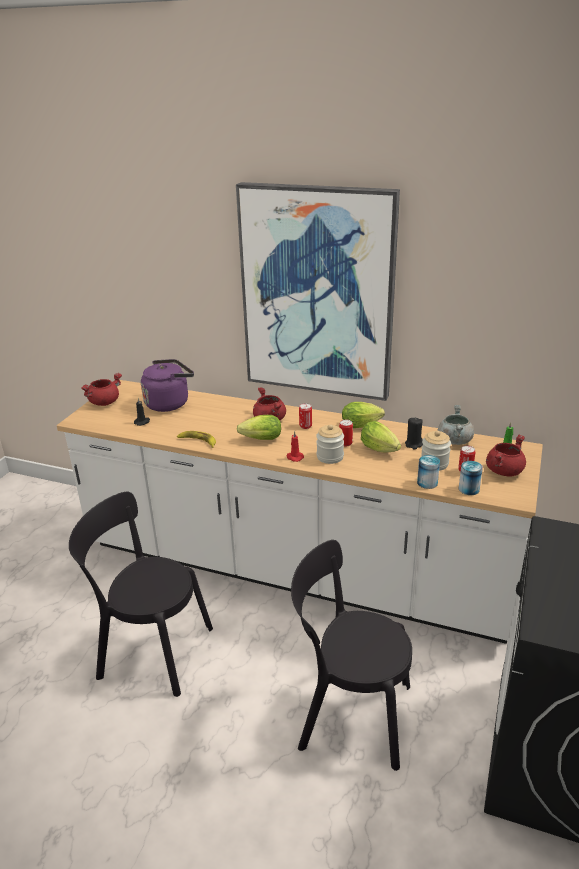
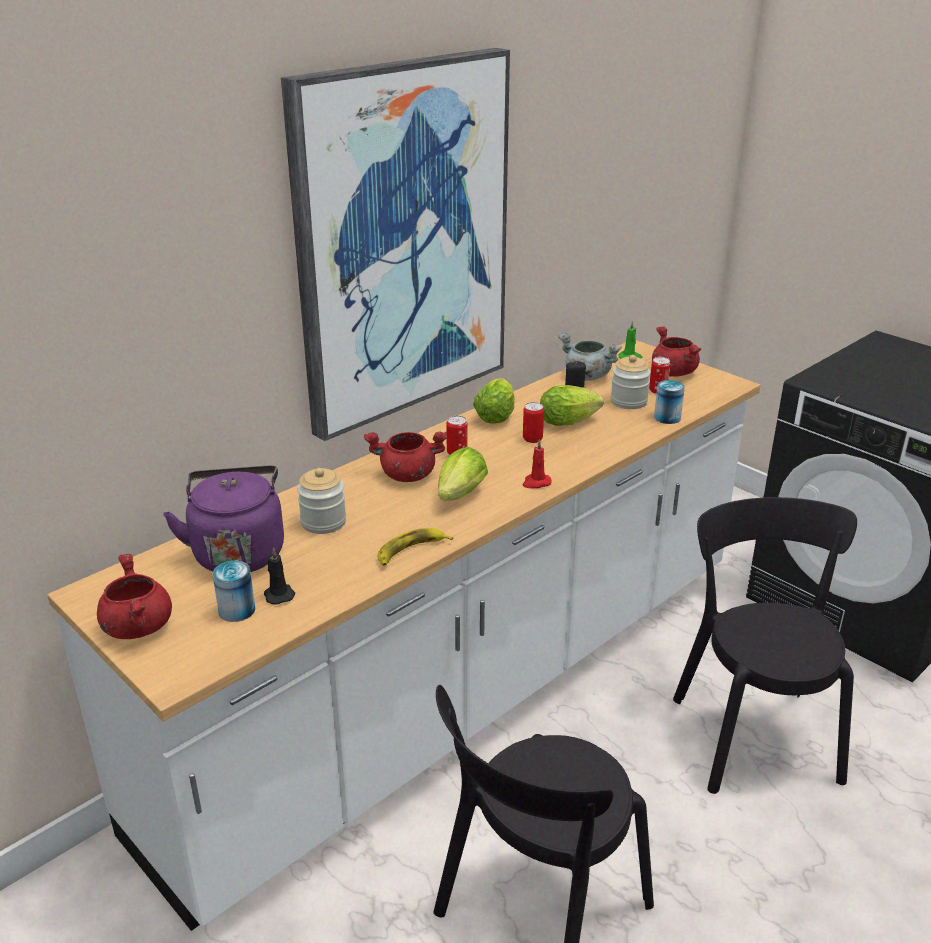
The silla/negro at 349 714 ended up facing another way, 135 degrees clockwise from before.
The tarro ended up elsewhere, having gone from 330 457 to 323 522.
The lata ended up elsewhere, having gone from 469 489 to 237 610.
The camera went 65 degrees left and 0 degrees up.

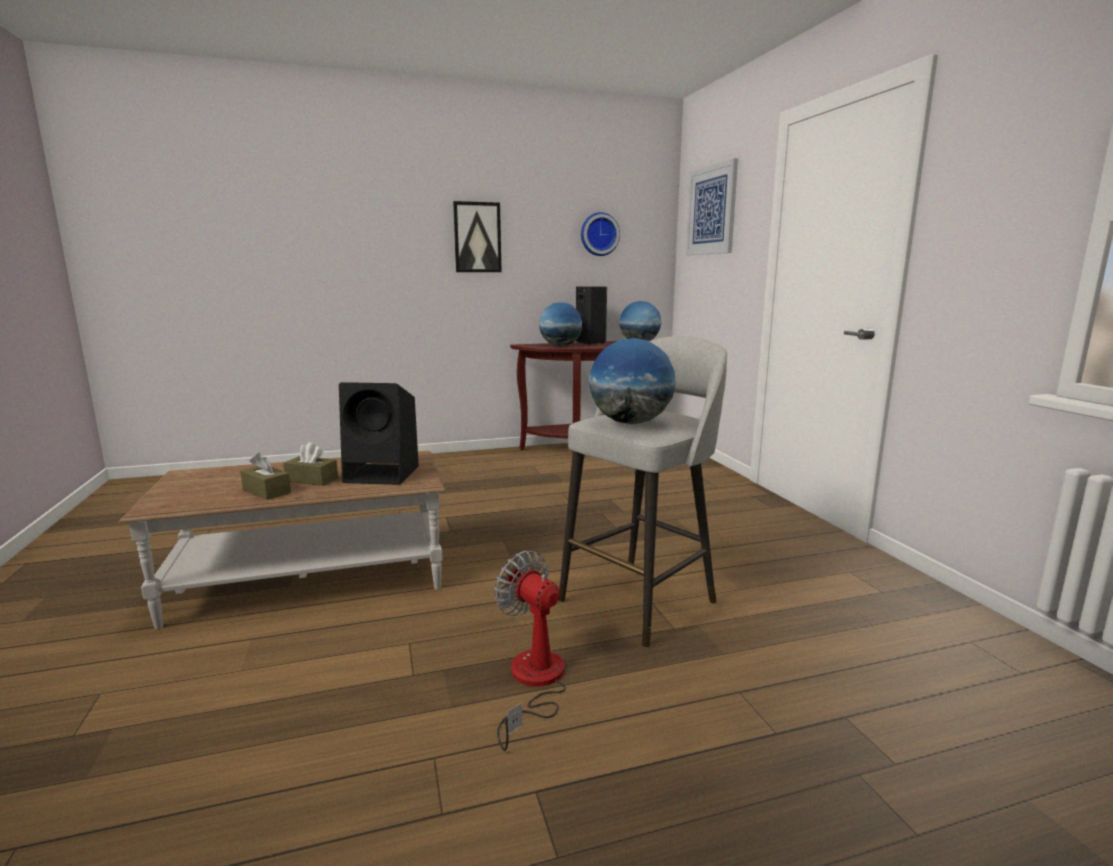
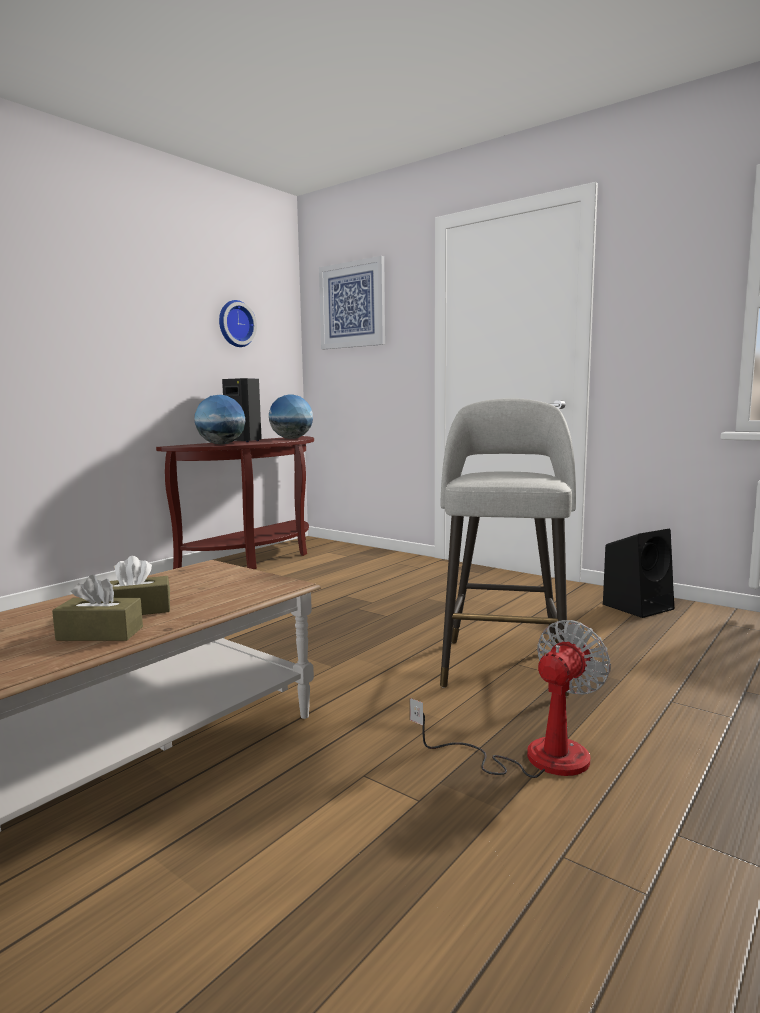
The altavoz/negro ended up elsewhere, having gone from 384 474 to 638 606.
The second view lost the cuadro at 477 237.
The ventilador at 533 682 ended up facing another way, 120 degrees clockwise from before.
The second view lost the globo terráqueo at 631 423.
The camera went 35 degrees left and 5 degrees down.

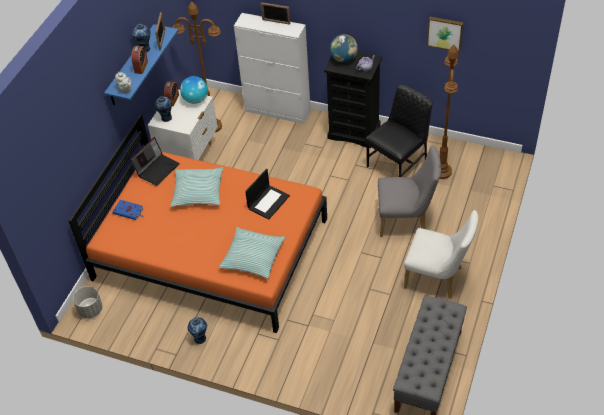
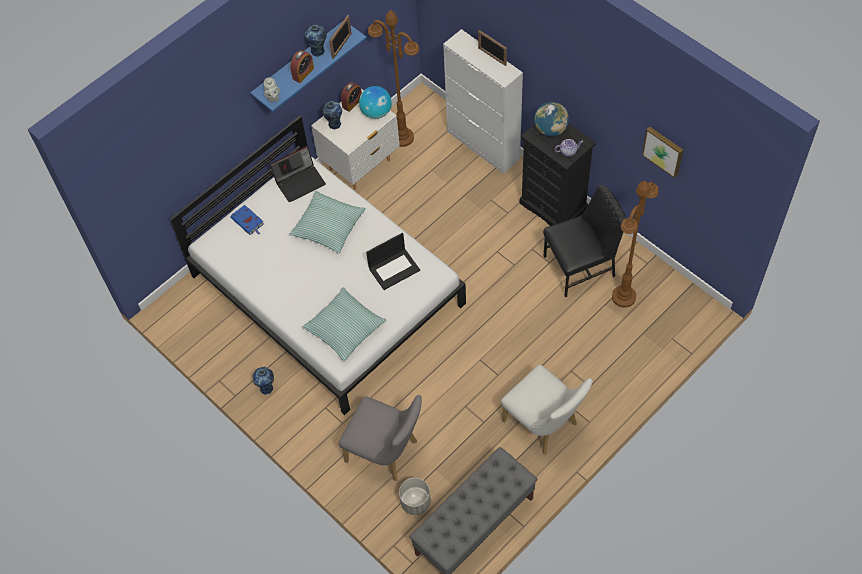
What was the cama/naranja at 211 248 turned into the cama/blanco at 327 288.
The maceta/gris ended up elsewhere, having gone from 90 310 to 415 502.
The silla/gris ended up elsewhere, having gone from 406 220 to 386 453.
The camera went 25 degrees right and 10 degrees up.

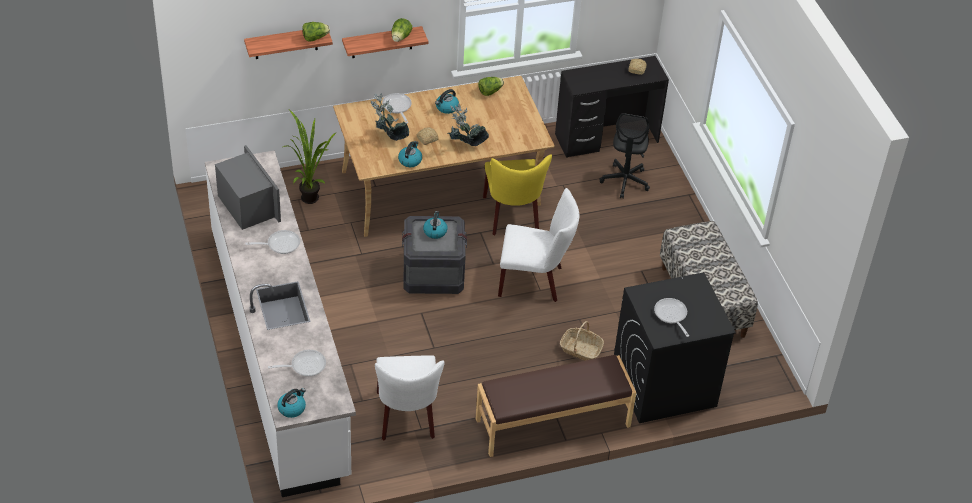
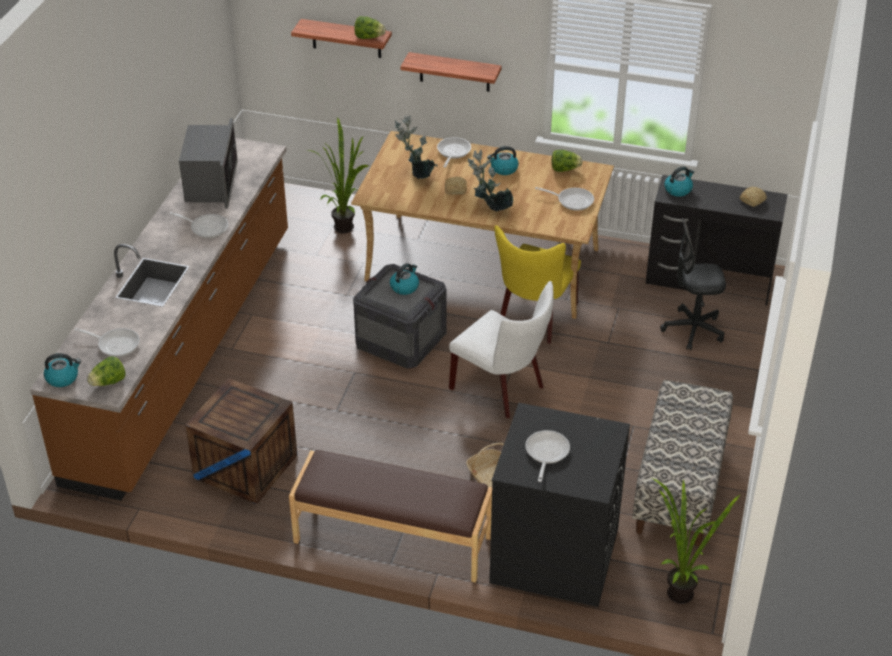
What was the mueble bajo de cocina/blanco at 279 351 turned into the mueble bajo de cocina/marrón at 185 351.
Where the silla/blanco stood at 407 418, the caja de embalaje came to stand at 246 466.
The lechuga ended up elsewhere, having gone from 400 38 to 109 382.
The hervidor ended up elsewhere, having gone from 410 160 to 678 189.
The silla de oficina/negro at 625 181 ended up facing another way, 45 degrees clockwise from before.
The second view gained the sartén at 572 200.
The second view gained the planta en maceta at 676 590.
The camera went 35 degrees right and 5 degrees down.

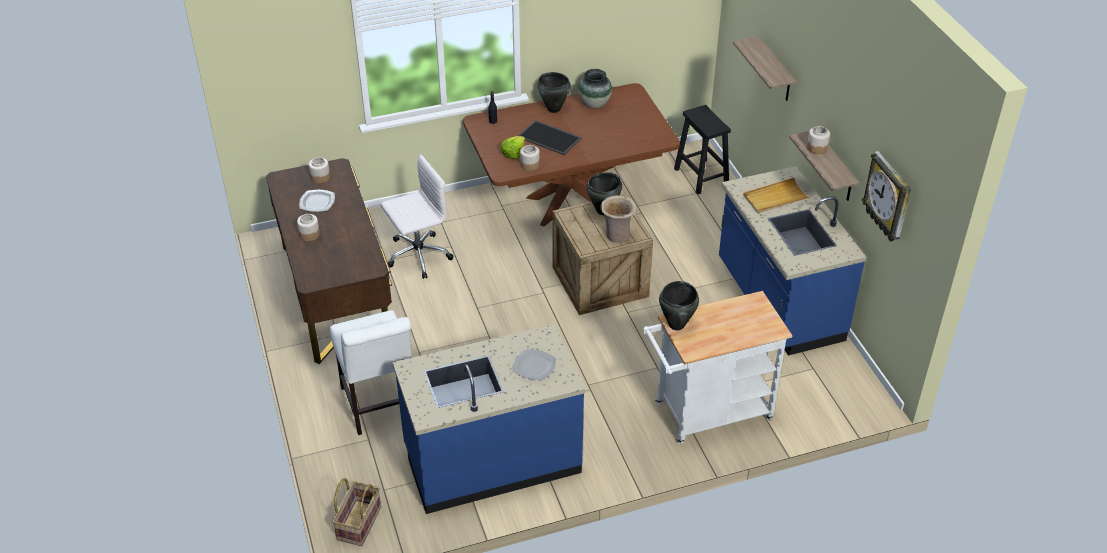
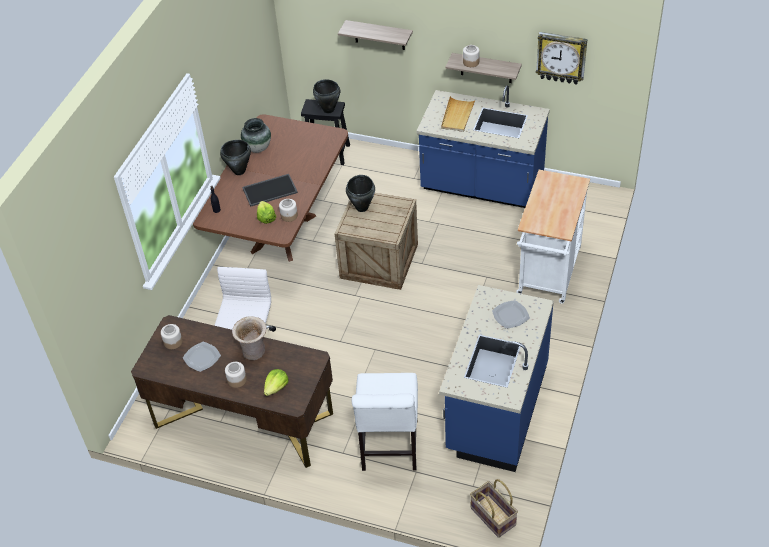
The silla/blanco at 380 406 ended up facing another way, 75 degrees clockwise from before.
The florero/beis ended up elsewhere, having gone from 617 236 to 254 352.
The olla/negro ended up elsewhere, having gone from 676 325 to 328 110.
The second view gained the lechuga at 276 387.
The camera went 50 degrees left and 5 degrees up.

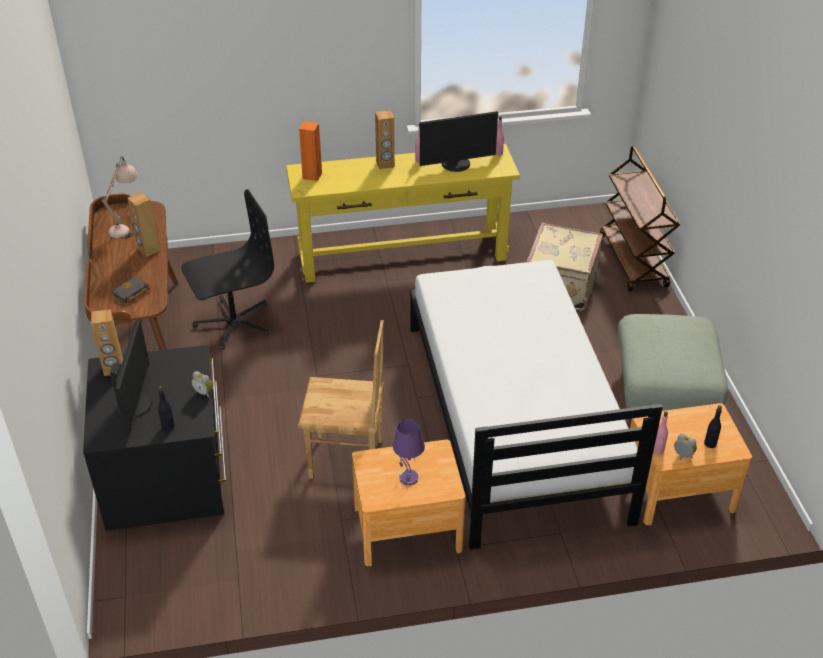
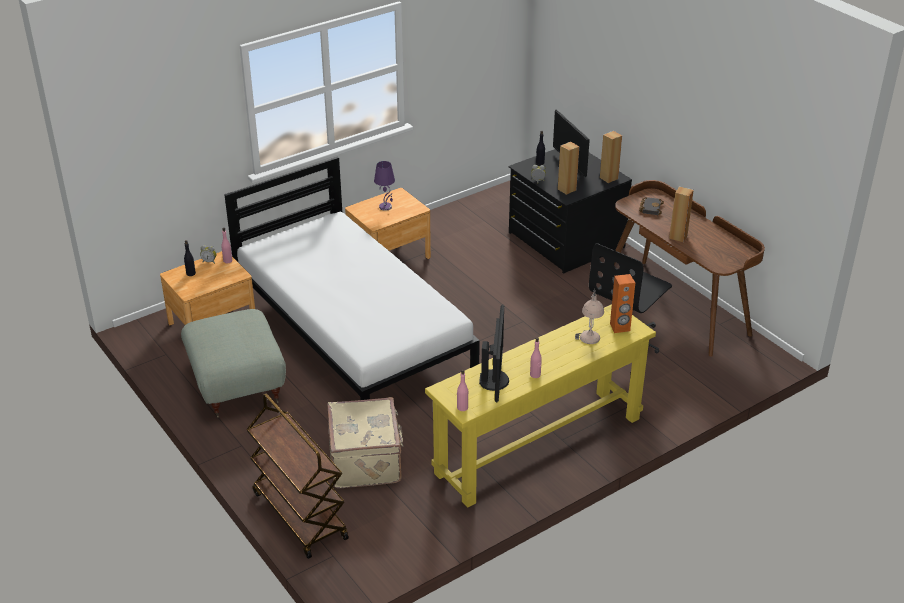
The lámpara de mesa/beis ended up elsewhere, having gone from 127 226 to 589 344.
The second view lost the silla/marrón at 347 460.
The altavoz/marrón ended up elsewhere, having gone from 385 164 to 566 189.
The monitor at 456 164 ended up facing another way, 135 degrees clockwise from before.
The camera went 155 degrees right and 5 degrees down.

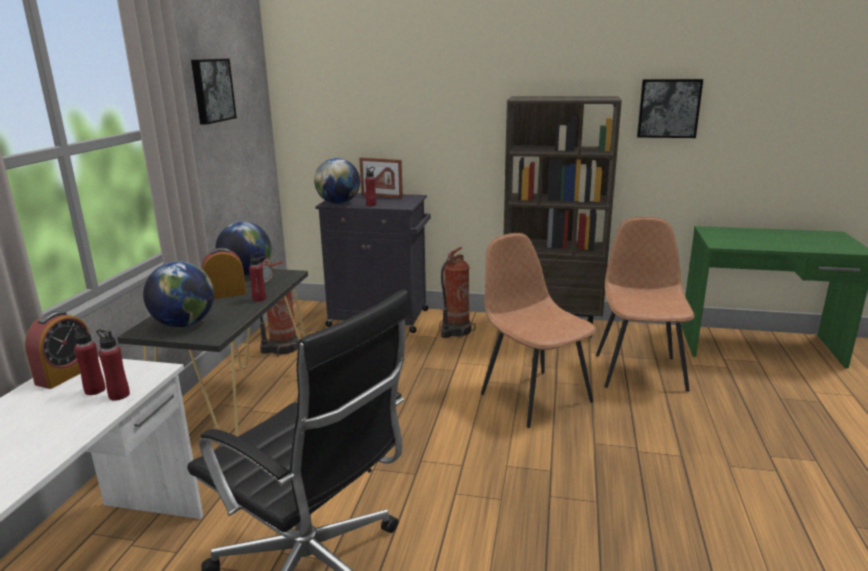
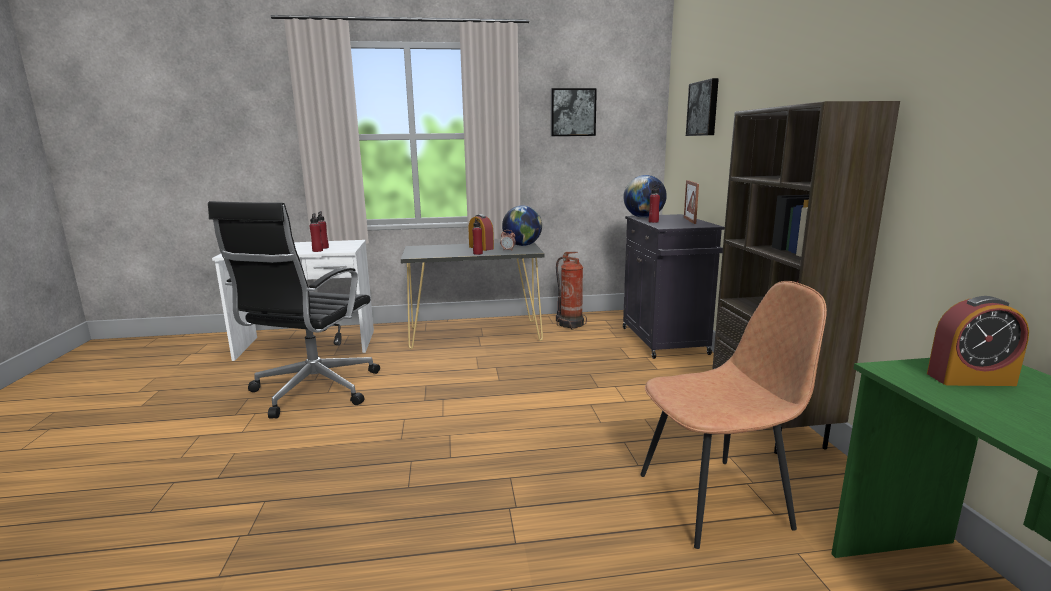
The despertador ended up elsewhere, having gone from 66 374 to 970 379.
The second view lost the globo terráqueo at 184 324.
The second view lost the extintor at 455 331.
The second view lost the silla/marrón at 534 396.
The cuadro ended up elsewhere, having gone from 668 108 to 704 108.
The camera went 70 degrees right and 5 degrees down.

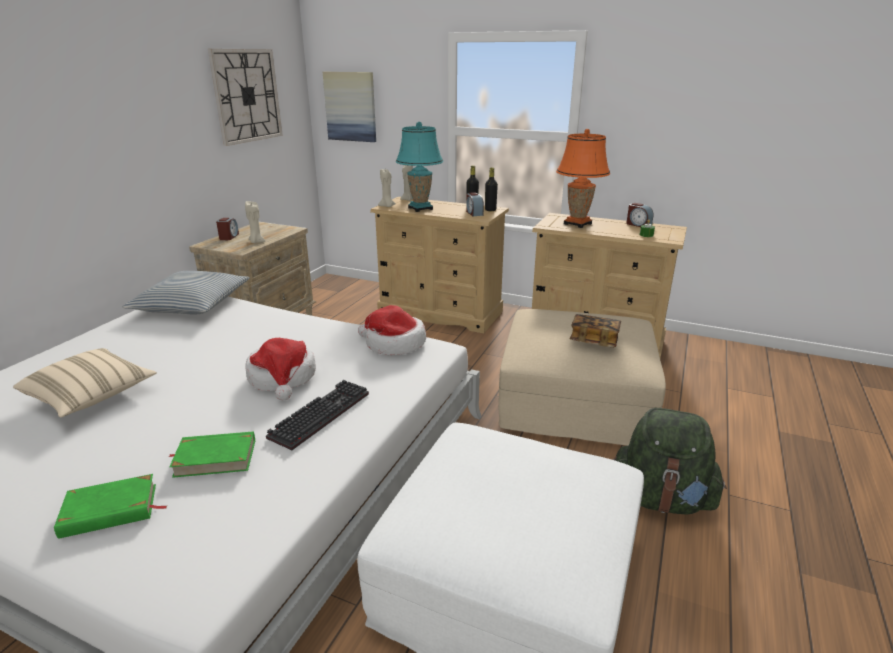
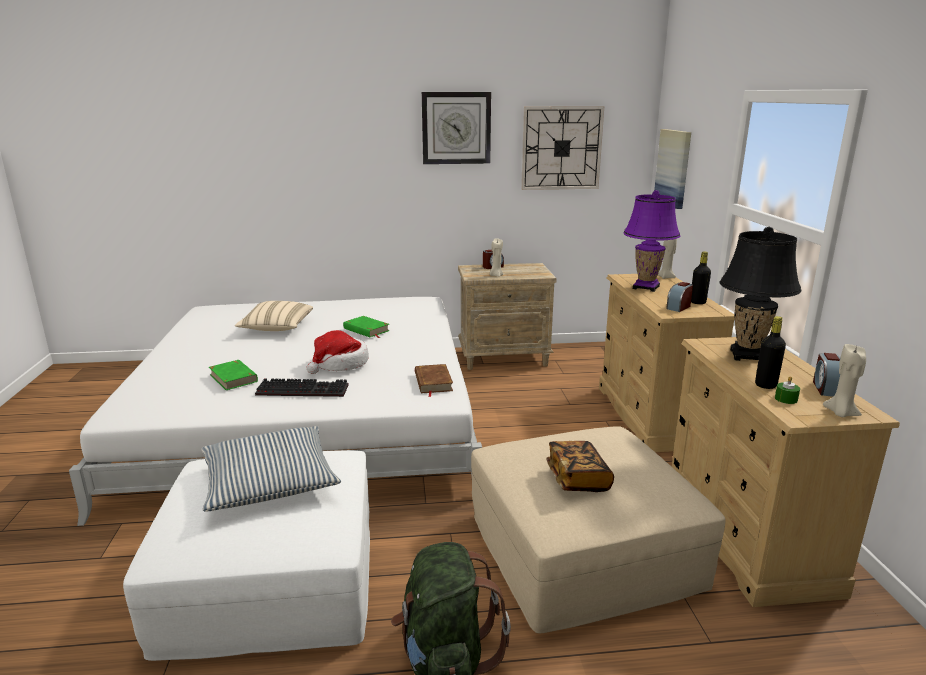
The libro/verde ended up elsewhere, having gone from 110 511 to 366 330.
The cojín ended up elsewhere, having gone from 192 304 to 269 481.
Where the sombrero stood at 394 344, the libro/marrón came to stand at 433 382.
The vela/beis ended up elsewhere, having gone from 387 206 to 840 413.
What was the lámpara de mesa/turquesa at 420 208 turned into the lámpara de mesa/morado at 646 287.
The botella/negro ended up elsewhere, having gone from 490 210 to 765 385.
What was the lámpara de mesa/naranja at 577 224 turned into the lámpara de mesa/negro at 747 356.
The second view gained the reloj de pared at 456 128.
The camera went 60 degrees right and 5 degrees down.

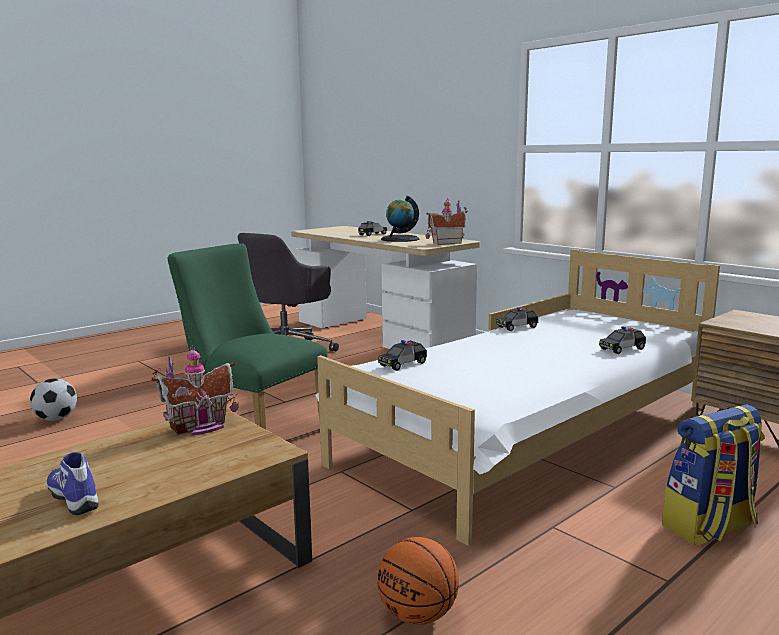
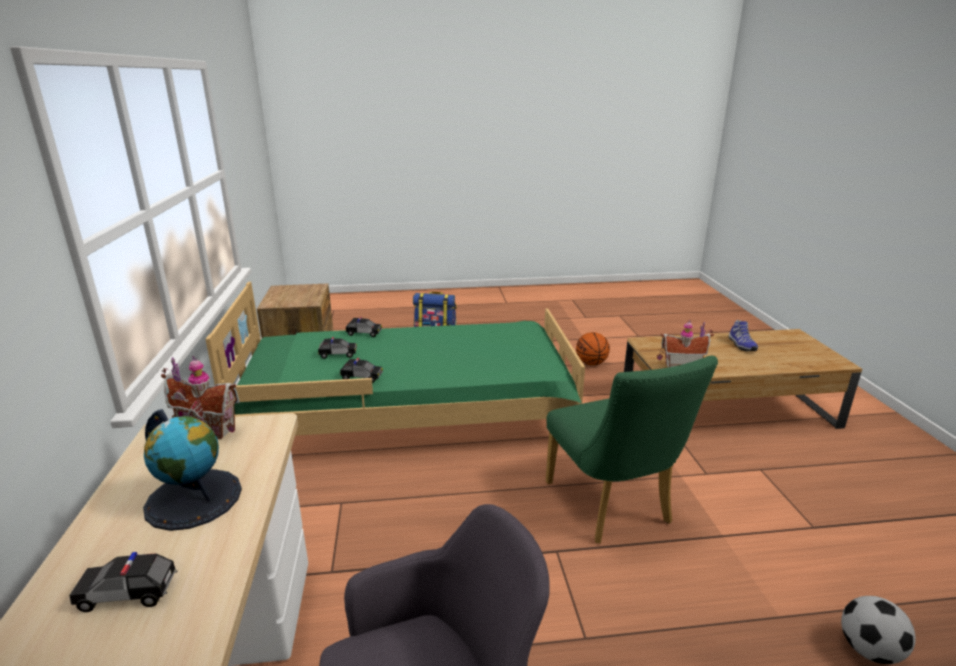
What was the cama/blanco at 531 435 turned into the cama/verde at 411 415.
The coche de juguete ended up elsewhere, having gone from 403 364 to 337 354.
The camera went 145 degrees left and 10 degrees up.

